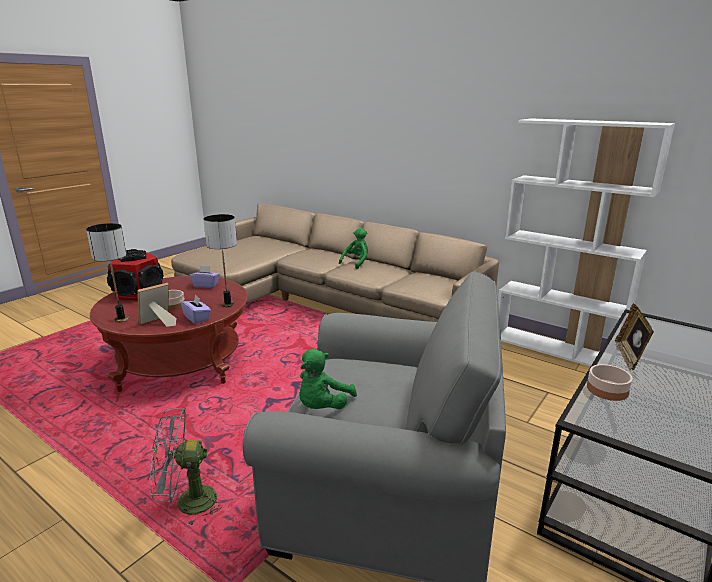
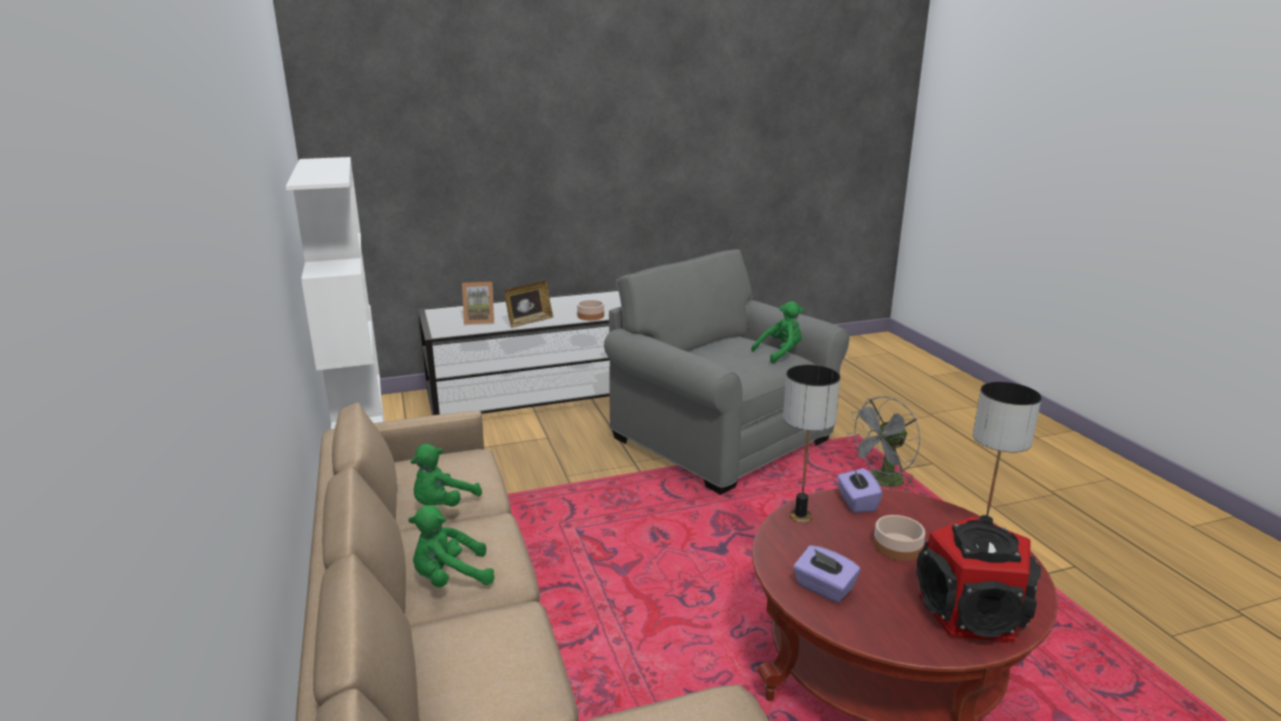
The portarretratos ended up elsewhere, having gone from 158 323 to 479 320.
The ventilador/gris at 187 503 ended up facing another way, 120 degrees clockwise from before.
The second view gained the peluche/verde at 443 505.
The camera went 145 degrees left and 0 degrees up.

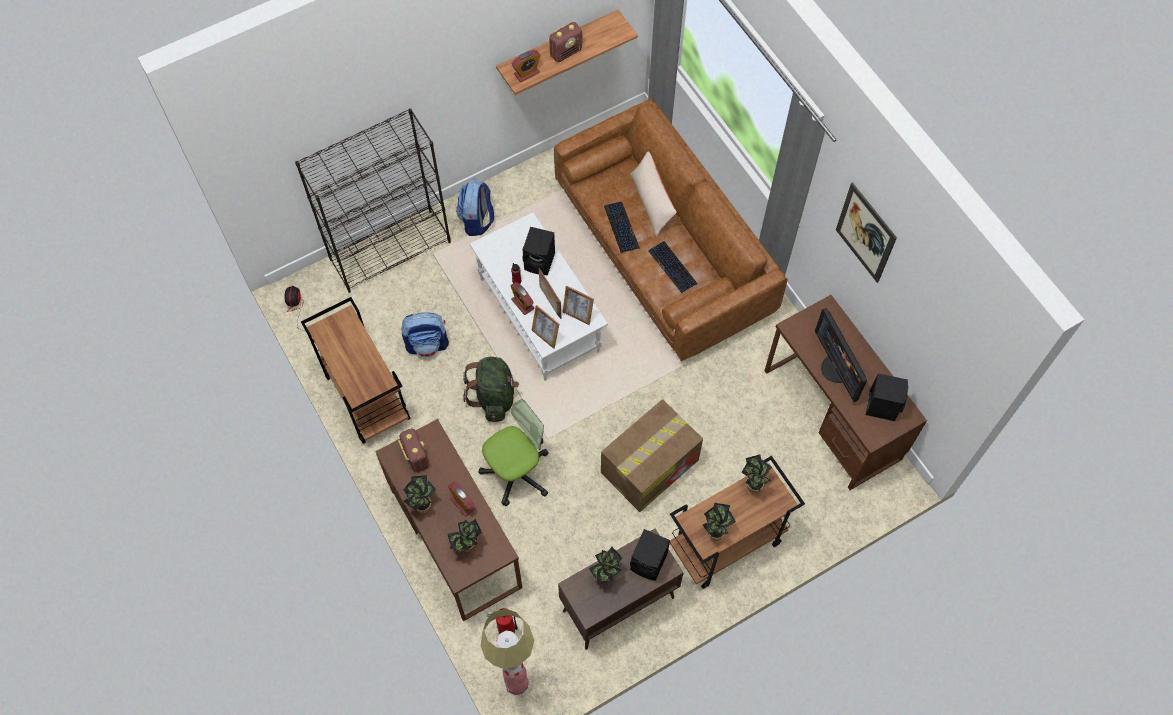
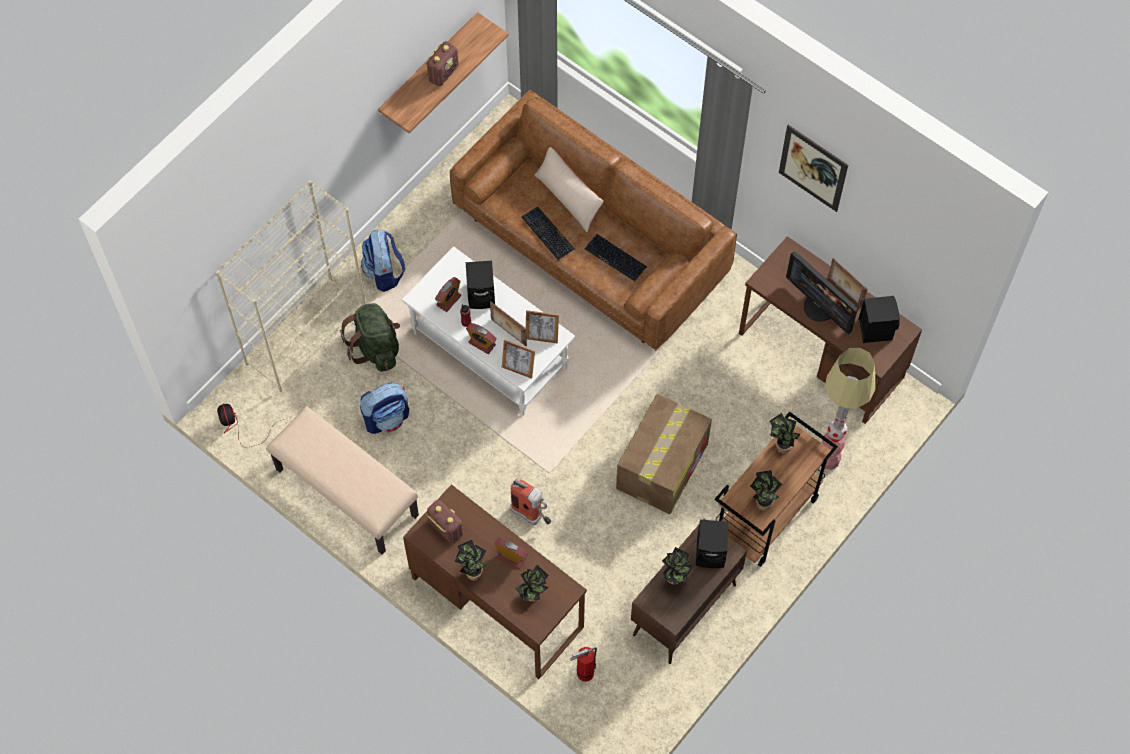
What was the estantería/negro at 391 250 turned into the estantería/beis at 306 333.
Where the carrito/marrón stood at 366 397, the banco/beis came to stand at 346 493.
The mochila/verde ended up elsewhere, having gone from 494 397 to 376 347.
Where the silla de oficina stood at 516 472, the extintor came to stand at 532 517.
The lámpara de pie ended up elsewhere, having gone from 516 683 to 828 459.
The despertador ended up elsewhere, having gone from 527 73 to 448 300.
The second view gained the portarretratos at 844 292.
The camera went 20 degrees left and 0 degrees up.

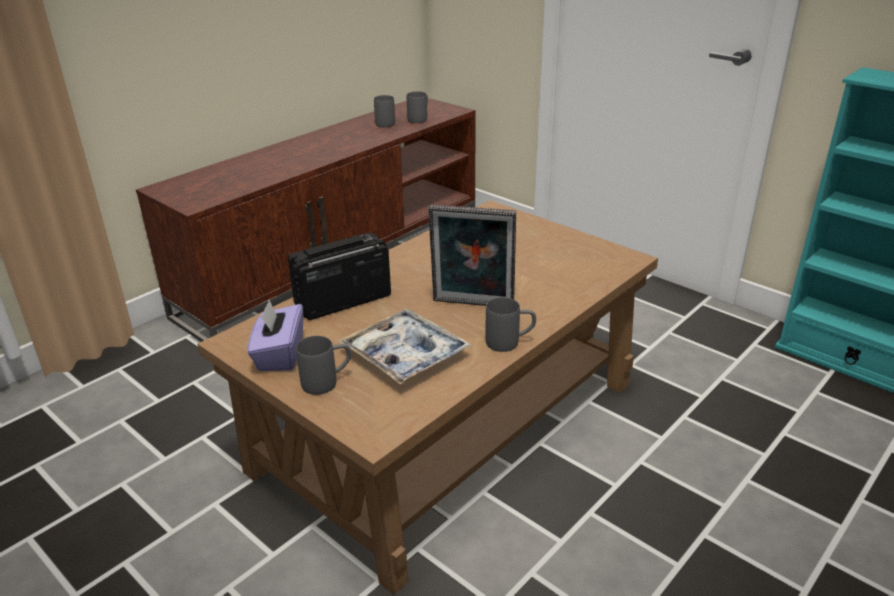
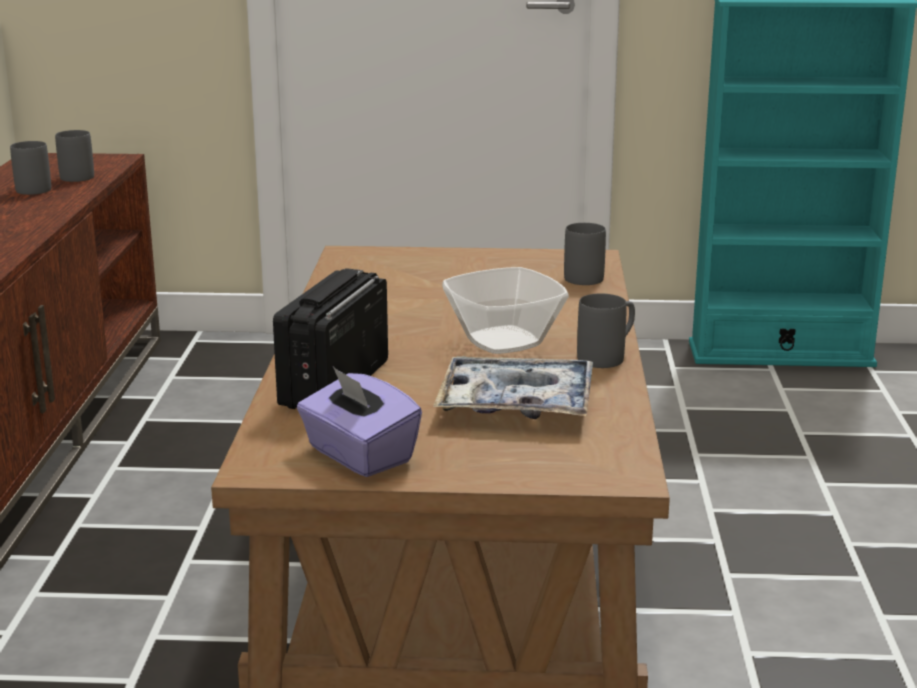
The taza grande/gris ended up elsewhere, having gone from 327 382 to 587 276.
Where the portarretratos stood at 472 305, the cuenco came to stand at 504 340.
The camera went 40 degrees left and 10 degrees down.

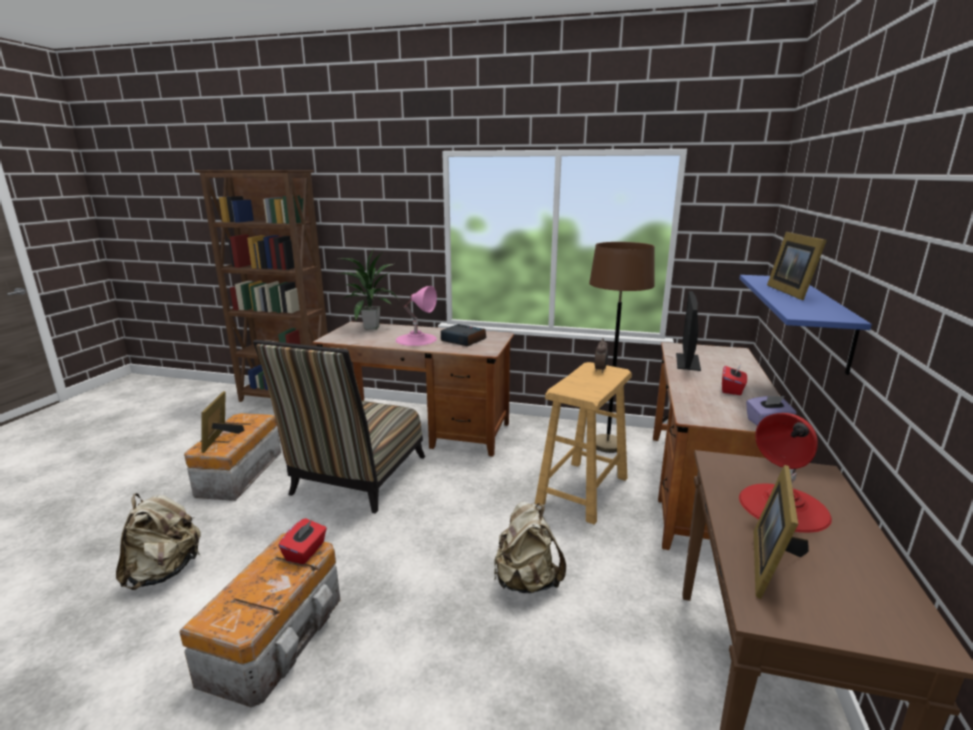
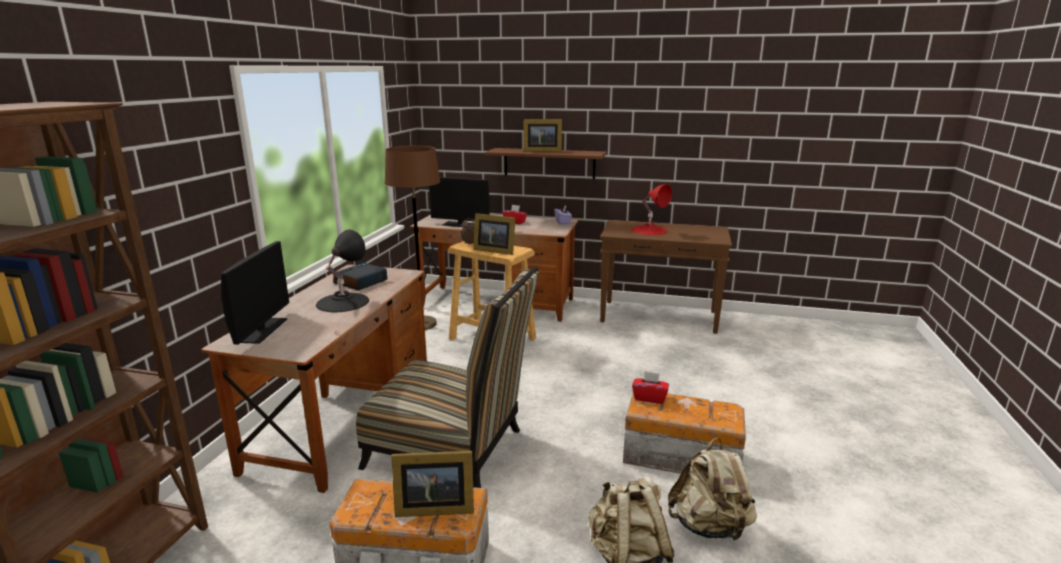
Where the planta en maceta stood at 371 328, the monitor came to stand at 261 330.
What was the lámpara de mesa/rosa at 416 339 turned into the lámpara de mesa/negro at 342 302.
The mochila/beis ended up elsewhere, having gone from 526 581 to 709 526.
What was the estante/azul at 822 321 turned into the estante/marrón at 549 163.
The portarretratos ended up elsewhere, having gone from 772 564 to 494 250.
The camera went 90 degrees left and 0 degrees up.

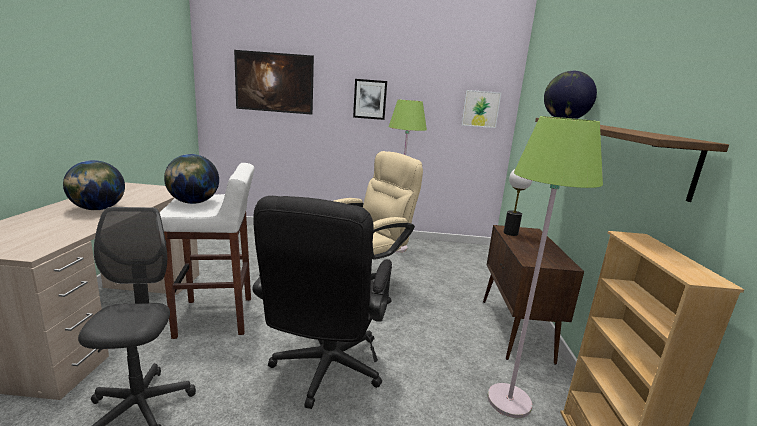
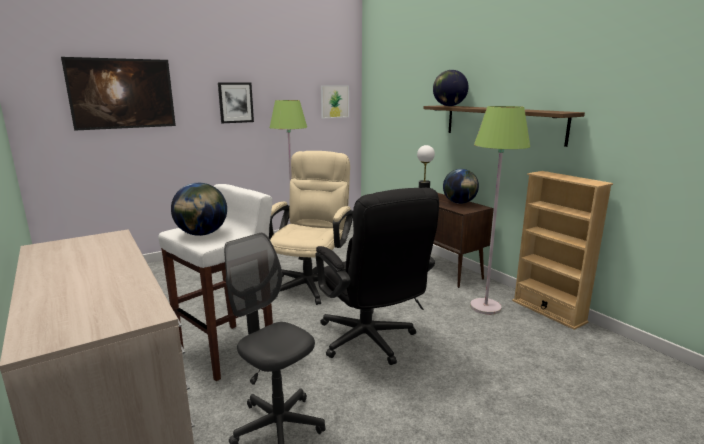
The globo terráqueo ended up elsewhere, having gone from 98 209 to 459 203.
The camera went 35 degrees left and 0 degrees up.

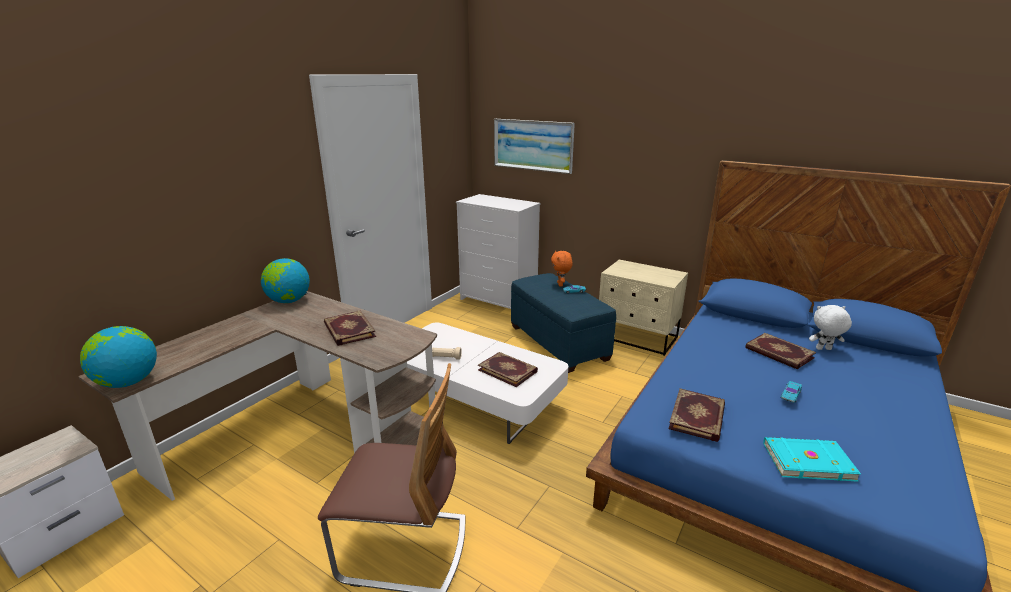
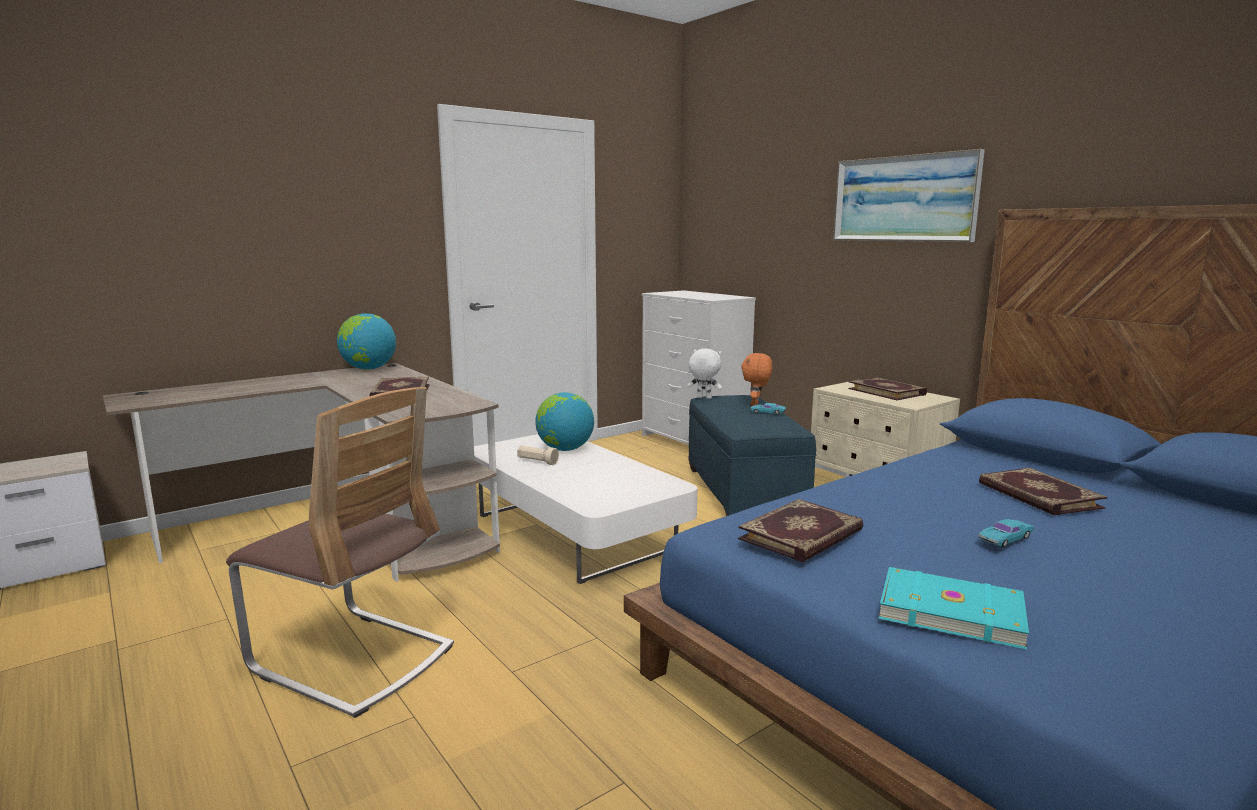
The globo terráqueo ended up elsewhere, having gone from 128 382 to 565 449.
The libro ended up elsewhere, having gone from 508 370 to 887 391.
The cuadro ended up elsewhere, having gone from 533 145 to 904 199.
The peluche/blanco ended up elsewhere, having gone from 823 349 to 703 398.
The camera went 20 degrees right and 10 degrees down.

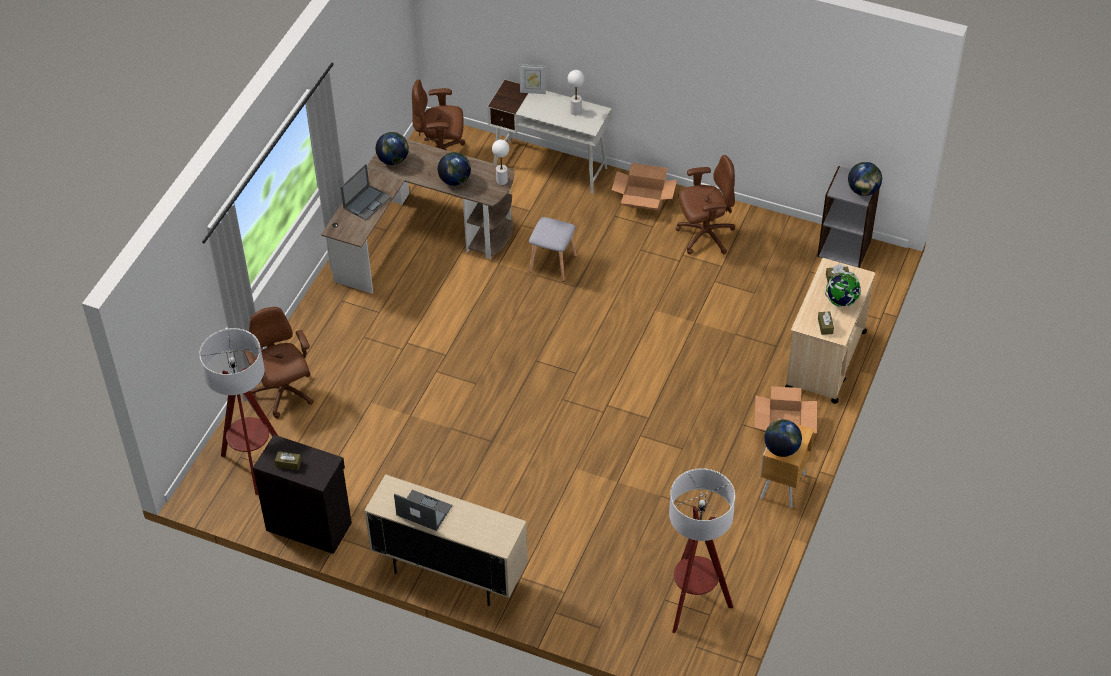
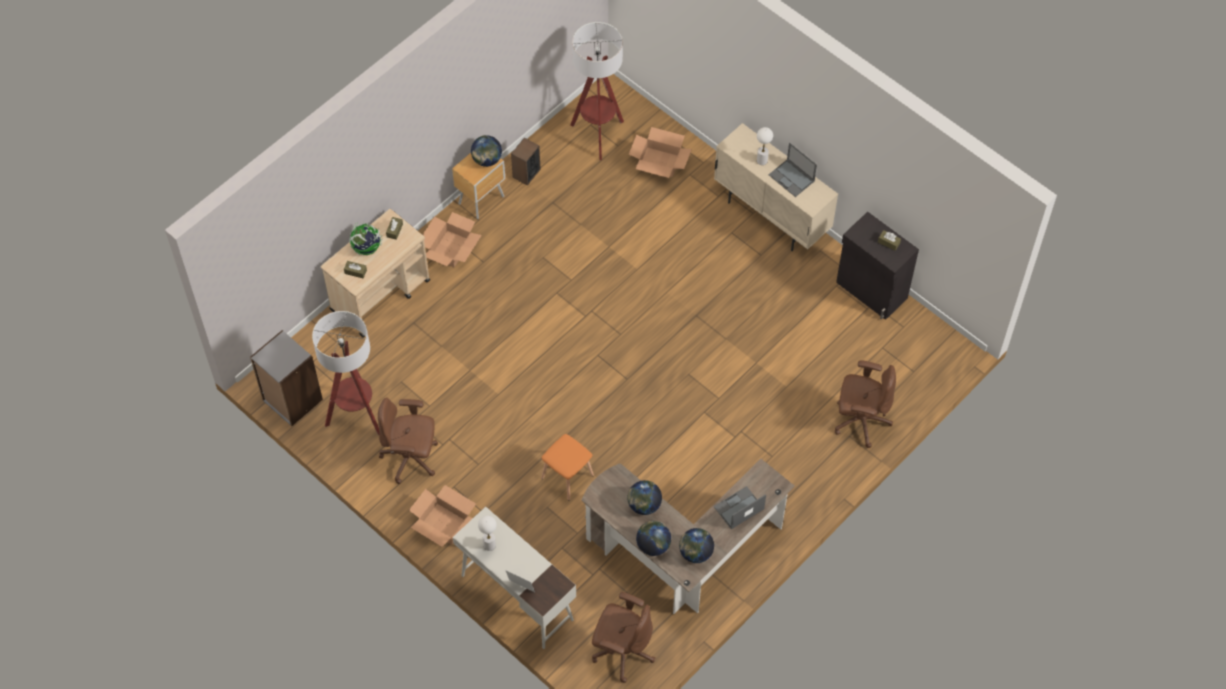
The lámpara de pie ended up elsewhere, having gone from 254 465 to 357 416.
The silla de oficina/marrón at 284 394 ended up facing another way, 75 degrees counterclockwise from before.
The lámpara de mesa/blanco ended up elsewhere, having gone from 501 181 to 762 161.
What was the taburete/gris at 553 264 turned into the taburete/naranja at 567 476.
The globo terráqueo ended up elsewhere, having gone from 863 191 to 653 545.
The second view gained the altavoz at 526 173.
The second view gained the caja de cartón at 659 162.
The camera went 160 degrees left and 10 degrees up.

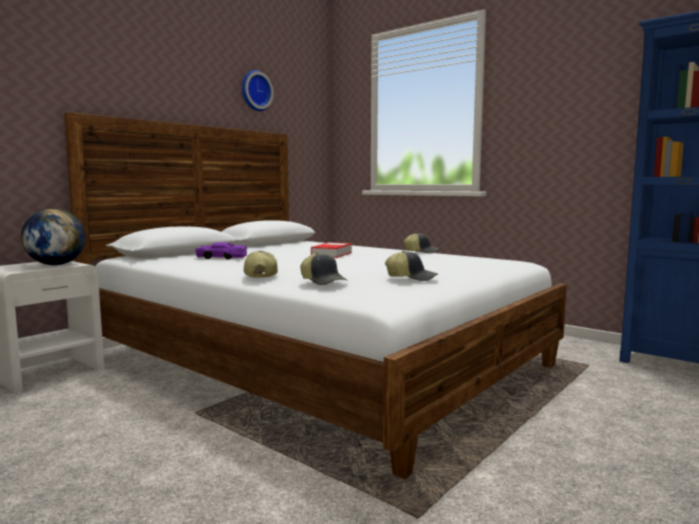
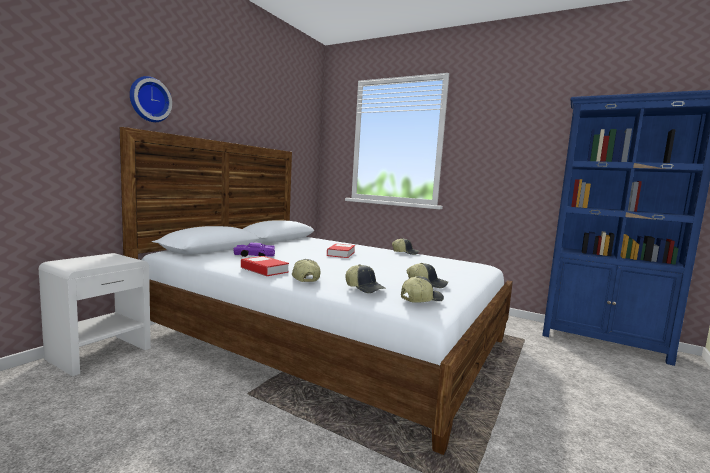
The second view lost the globo terráqueo at 56 264.
The reloj de pared ended up elsewhere, having gone from 255 91 to 149 99.
The second view gained the libro at 264 270.
The second view gained the gorra at 421 299.
The camera went 10 degrees left and 0 degrees up.

